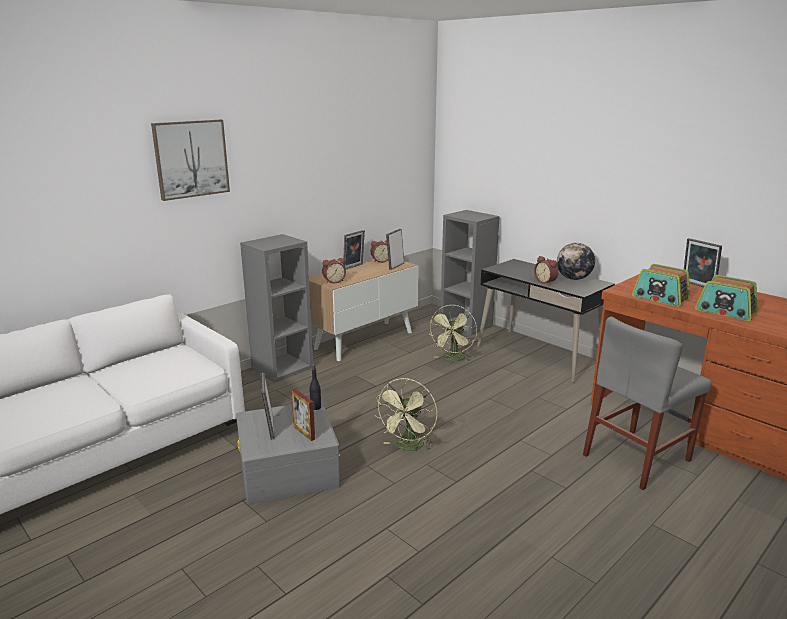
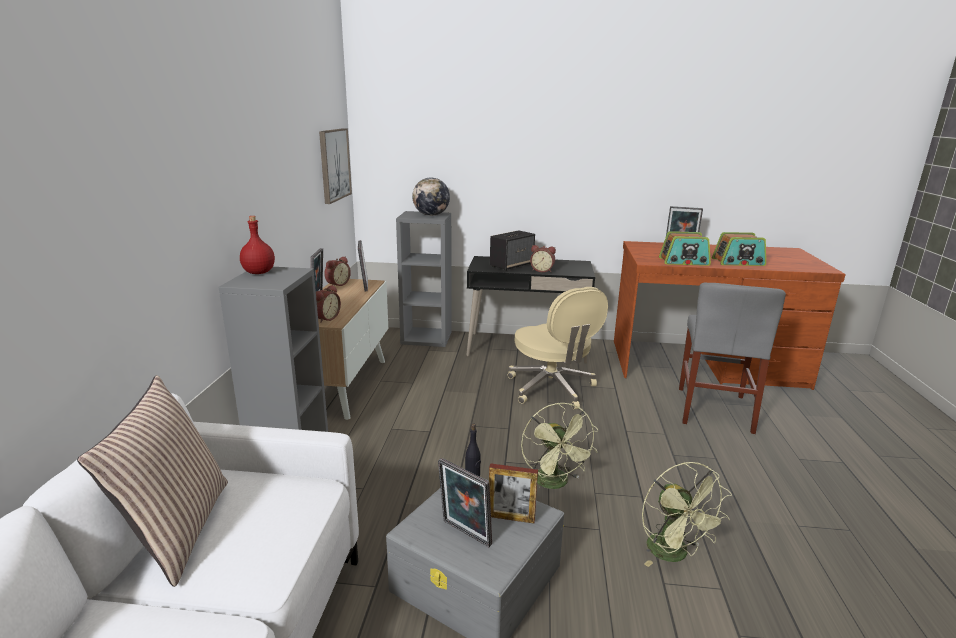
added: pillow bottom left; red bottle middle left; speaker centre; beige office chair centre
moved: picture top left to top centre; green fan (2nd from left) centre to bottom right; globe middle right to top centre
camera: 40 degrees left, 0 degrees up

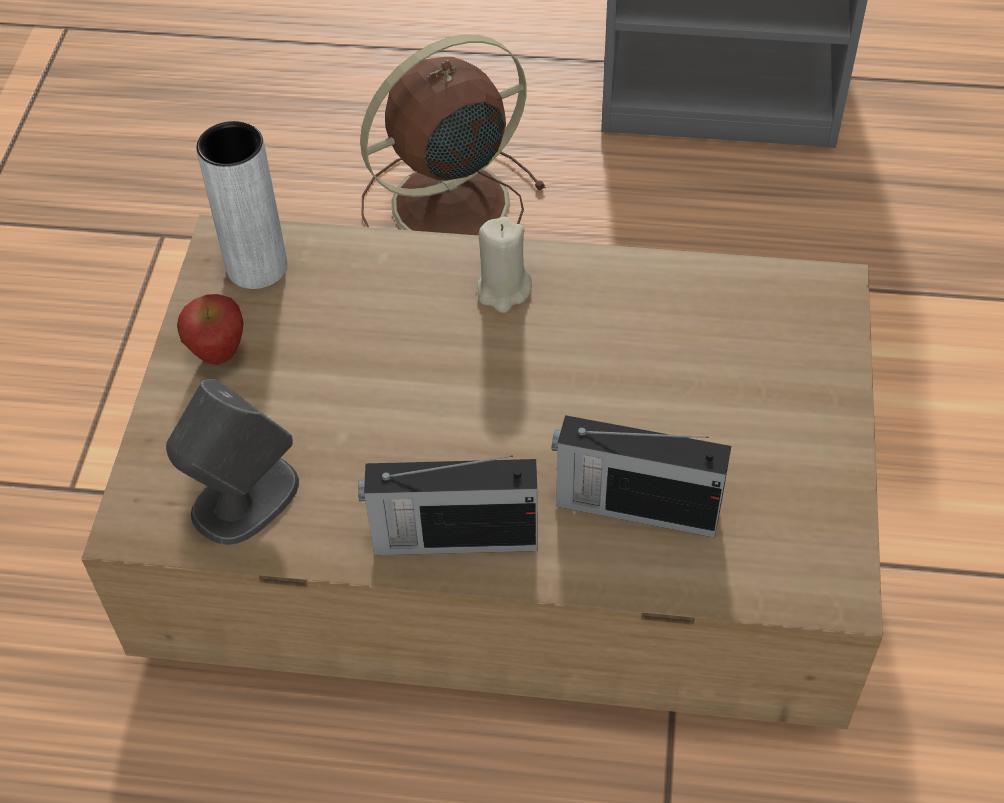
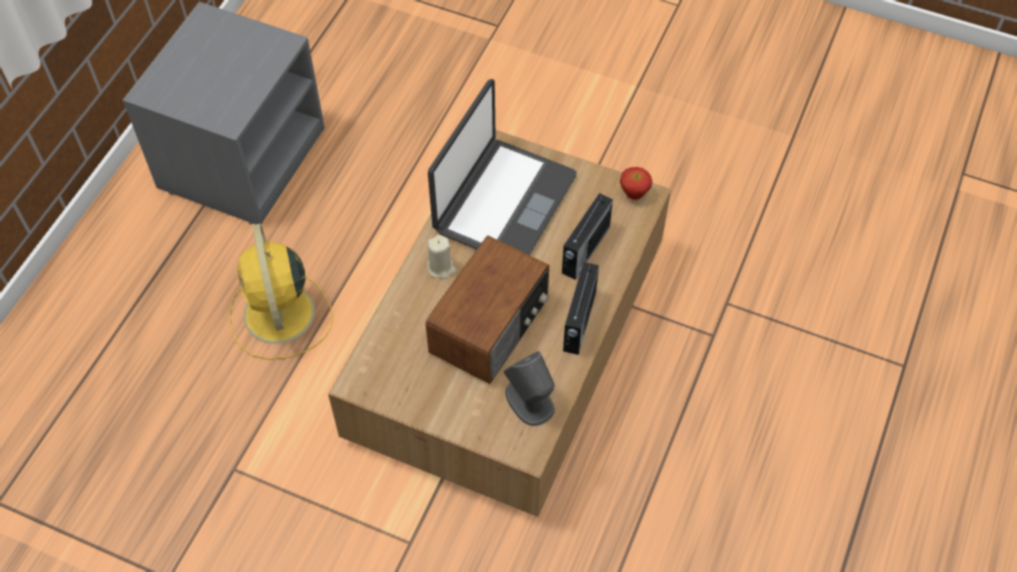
removed: grey vase top left
added: radio (1st from left) centre; laptop top centre
moved: apple middle left to top centre
recoloured: brown fan top centre to yellow fan middle left
camera: 75 degrees left, 5 degrees up

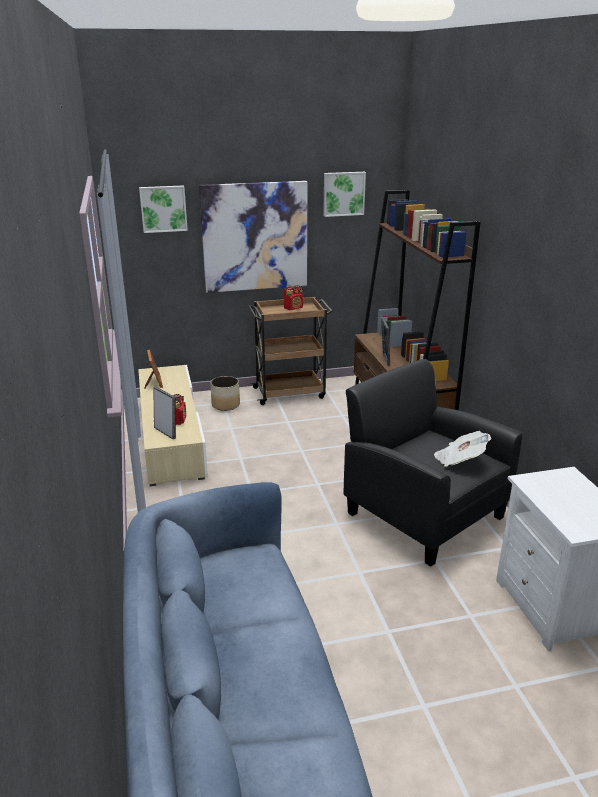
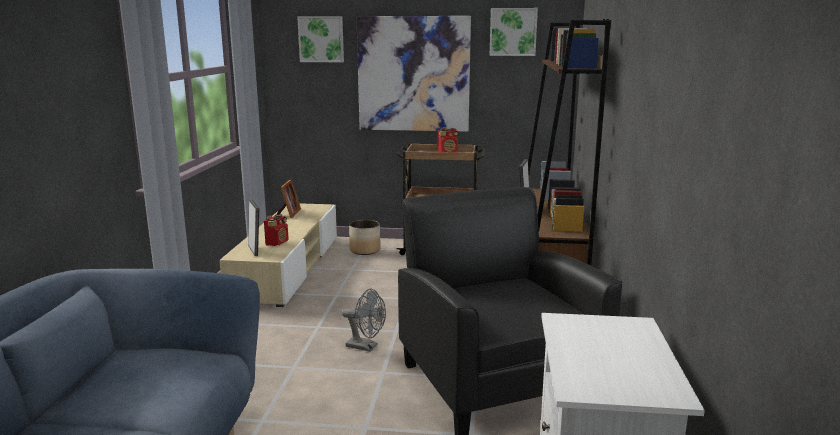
removed: newspaper middle right
added: grey fan bottom centre
camera: 20 degrees right, 10 degrees down

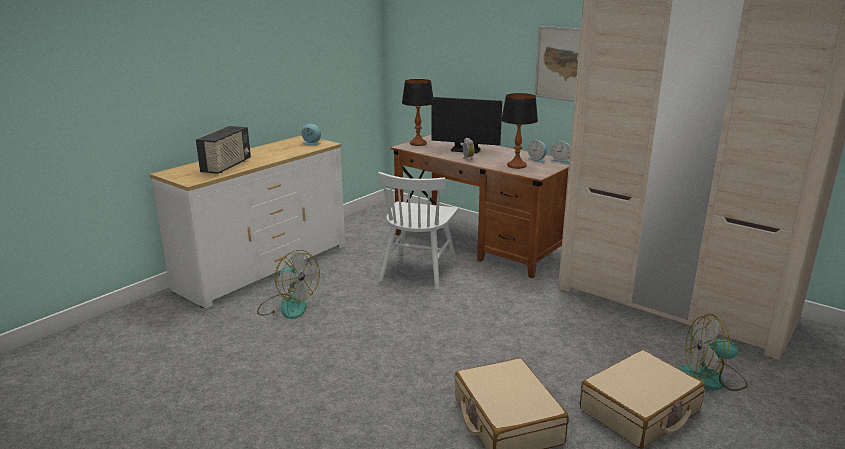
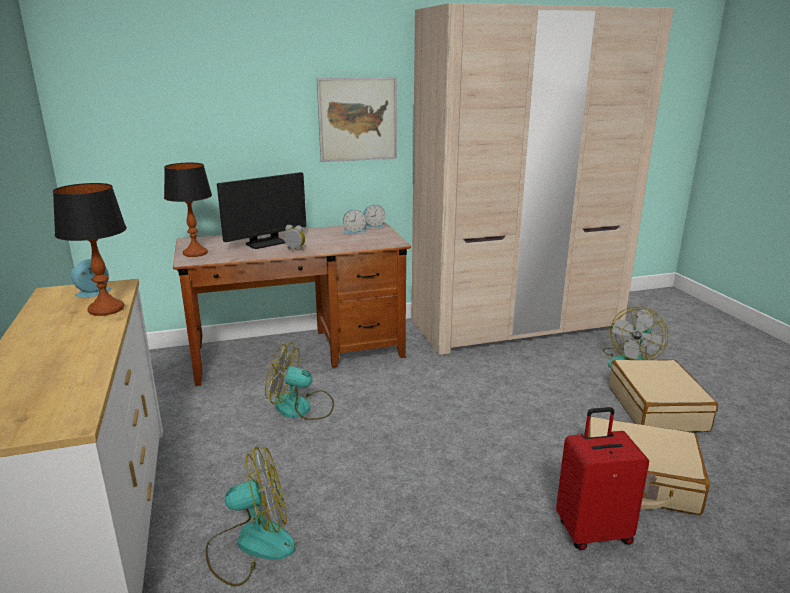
removed: radio middle left
added: red suitcase bottom right
moved: table lamp (2nd from left in the first image) top centre to table lamp (1st from left) middle left
replaced: white chair centre to fan (2nd from left) centre
camera: 55 degrees left, 0 degrees up

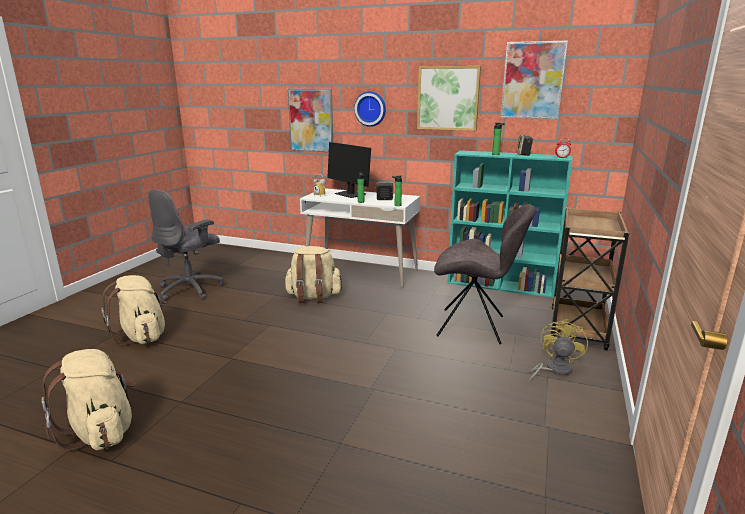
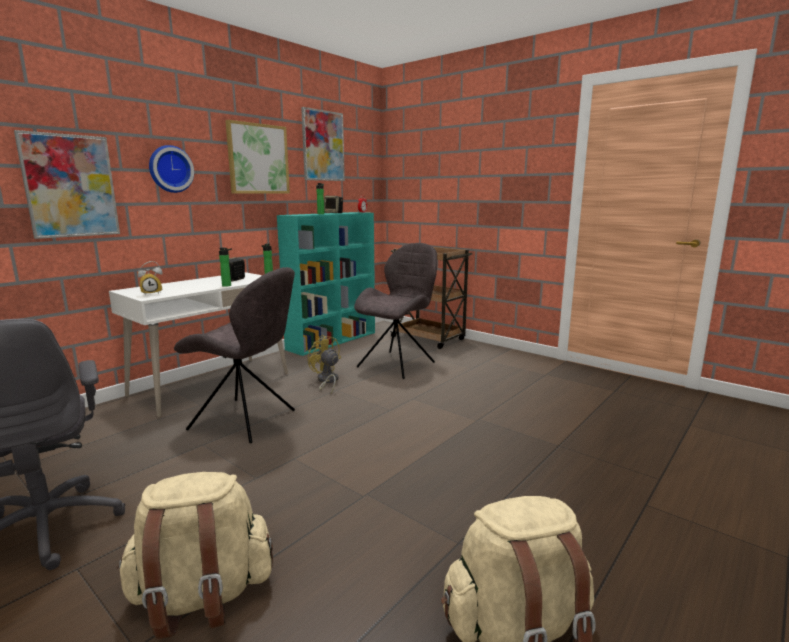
removed: monitor top centre
moved: yellow fan bottom right to centre
replaced: beige backpack (3rd from left) centre to grey chair (1st from left) middle left
camera: 70 degrees left, 5 degrees down

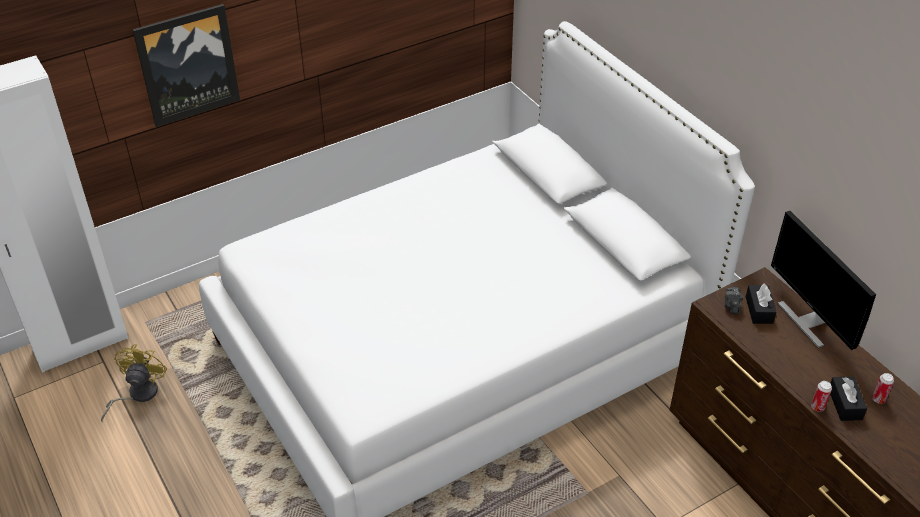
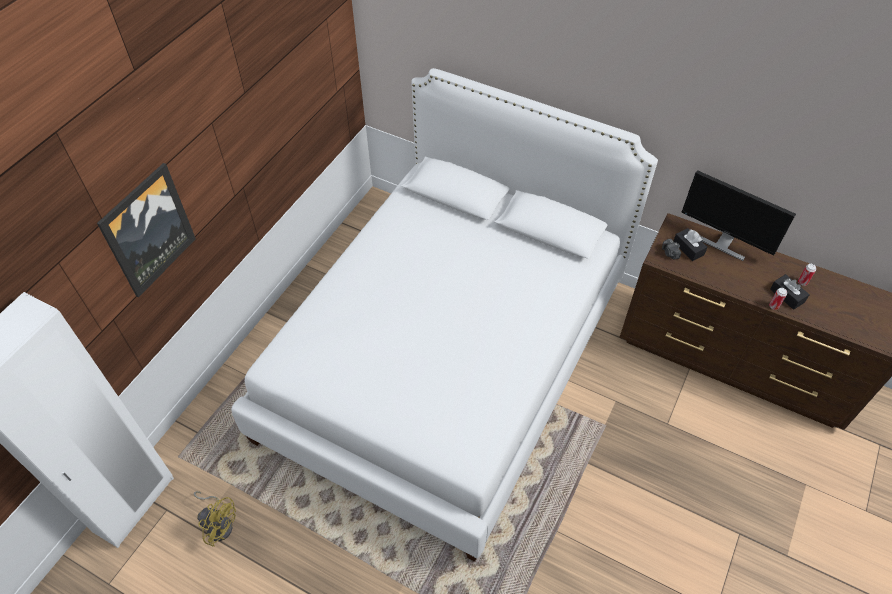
turned: yellow fan bottom left = bottom left 135 degrees clockwise
camera: 30 degrees left, 10 degrees up

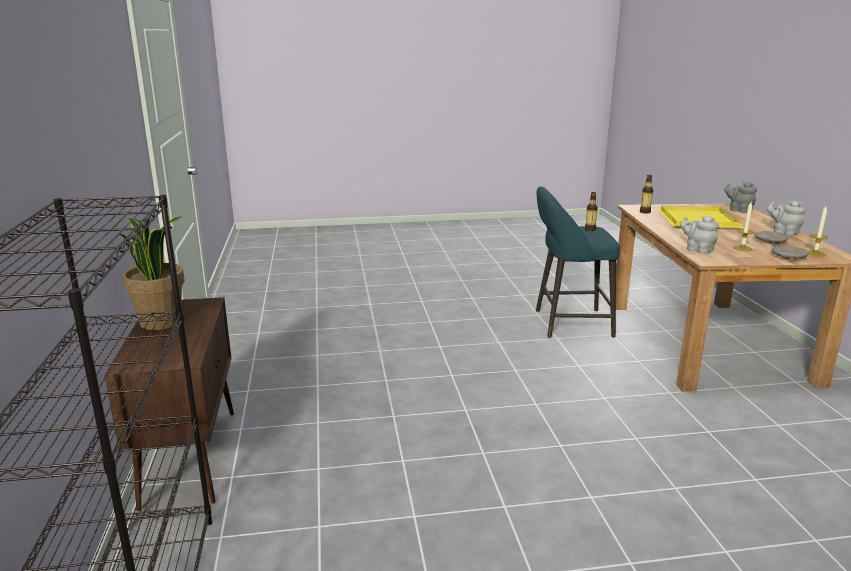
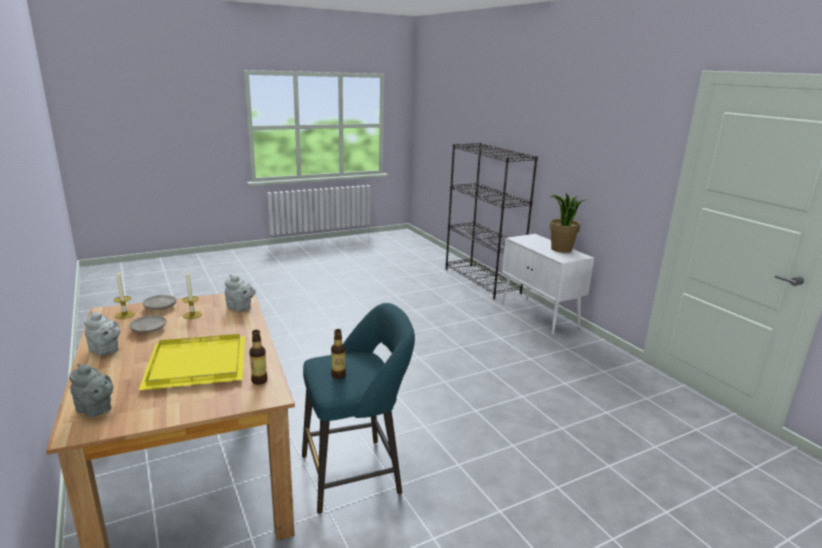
recoloured: brown cabinet bottom left to white cabinet centre
camera: 160 degrees right, 0 degrees up

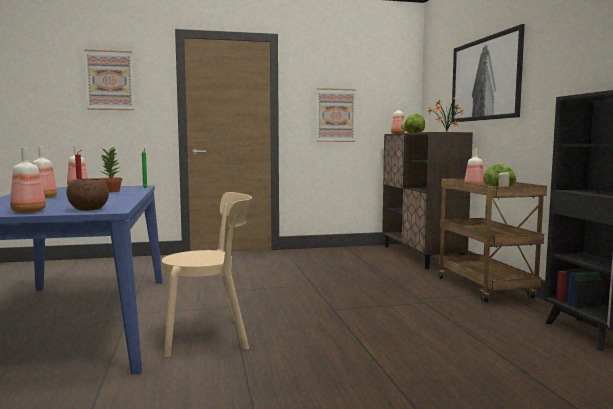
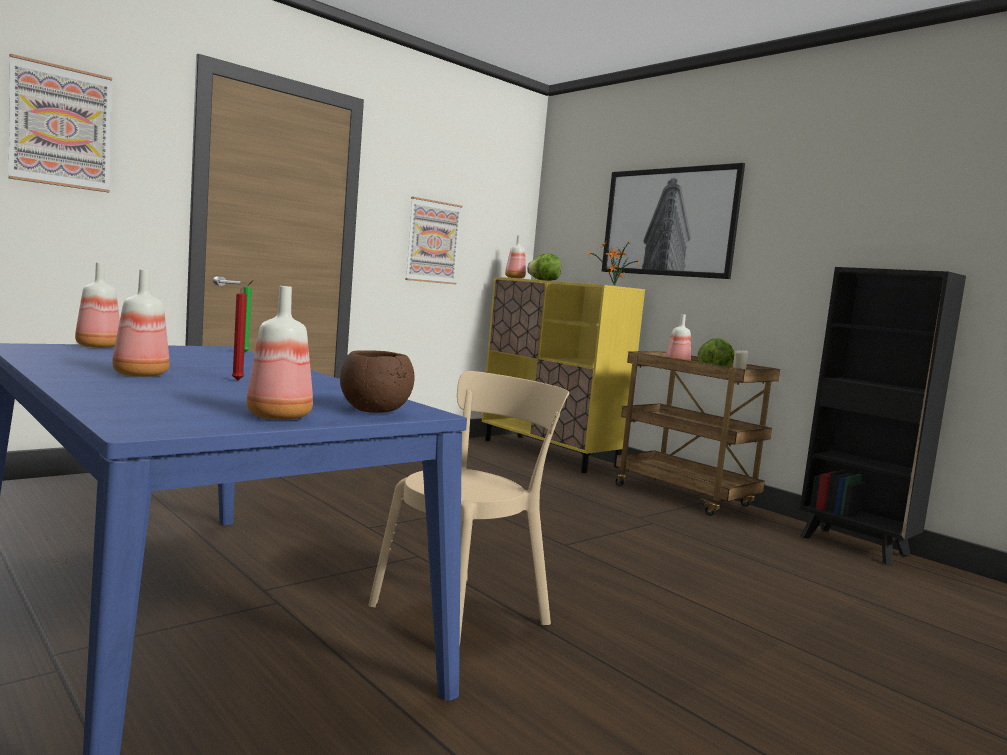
removed: potted plant (1st from left) middle left
recoloured: brown cabinet middle right to yellow cabinet centre
camera: 30 degrees left, 0 degrees up

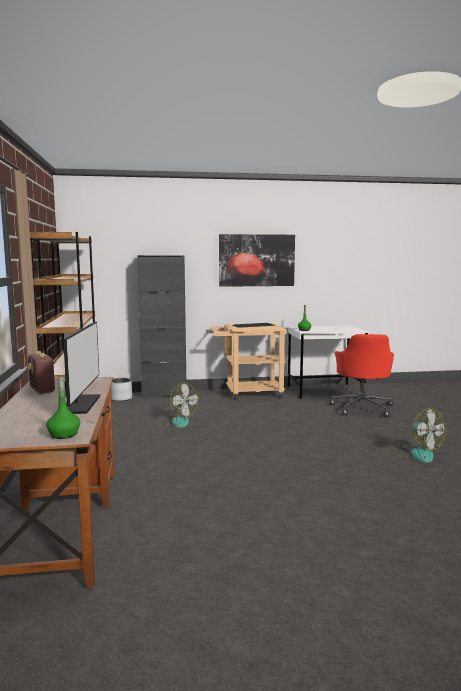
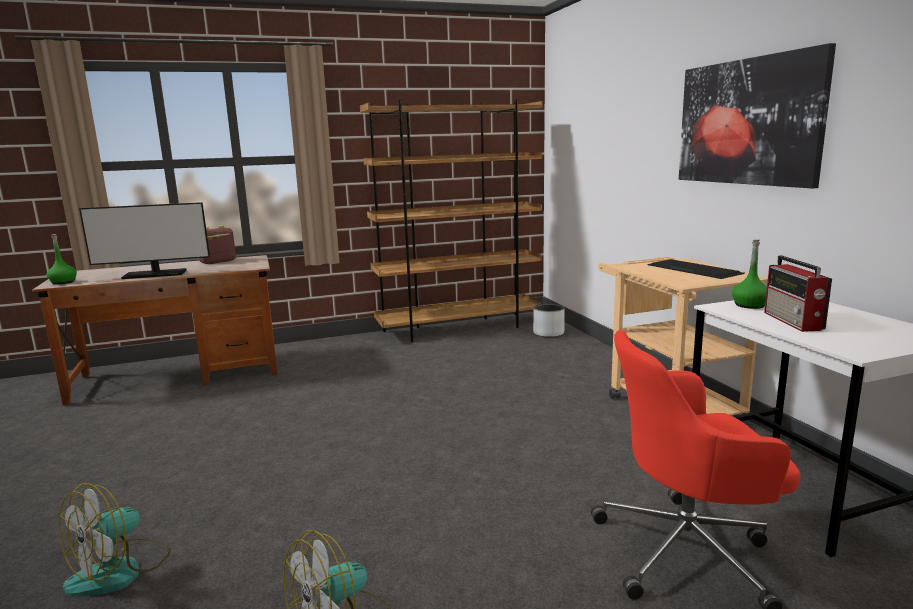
removed: black cabinet centre
added: radio (2nd from left) middle right
moved: fan (1st from left) centre to bottom left
camera: 80 degrees right, 5 degrees up

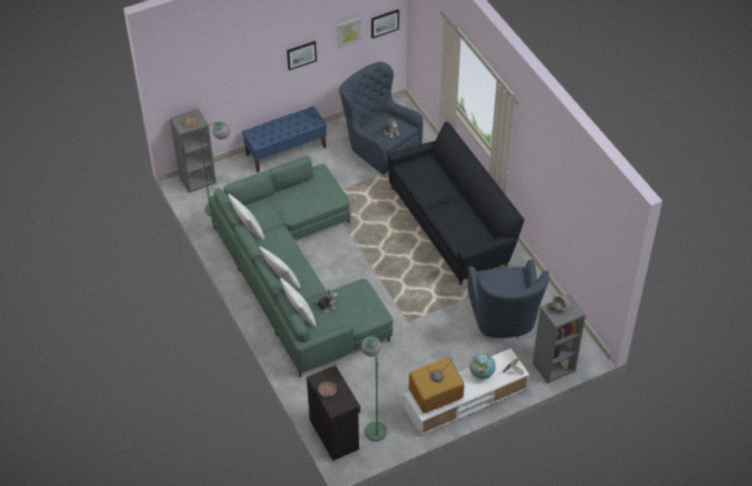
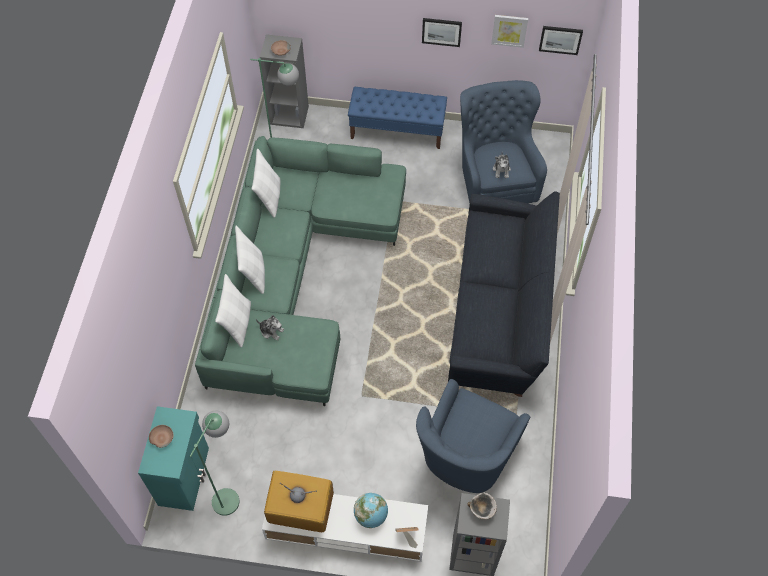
recoloured: black cabinet bottom centre to turquoise cabinet bottom left
camera: 35 degrees right, 10 degrees up

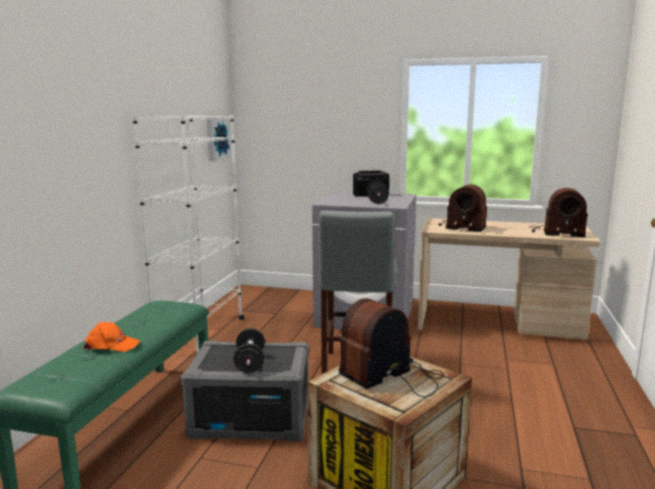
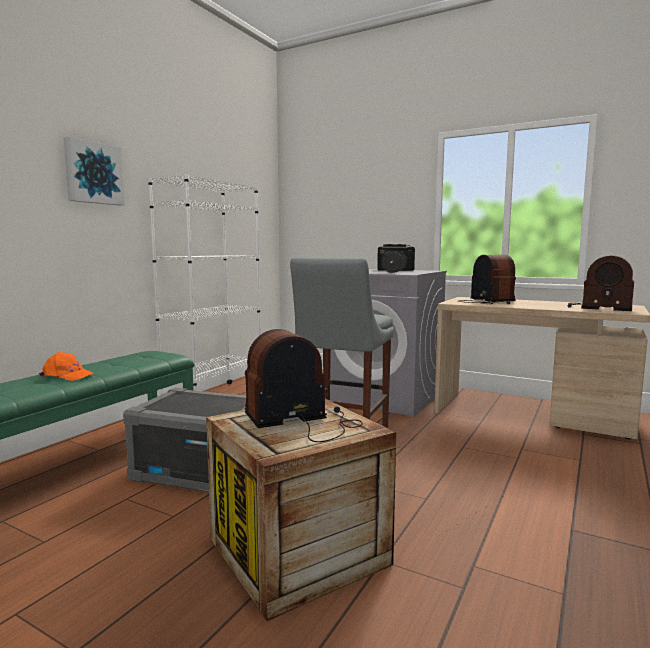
removed: black dumbbell (1st from left) bottom centre
moved: picture top centre to top left
turned: radio (3rd from left) middle right = middle right 150 degrees counterclockwise
camera: 15 degrees right, 5 degrees down

